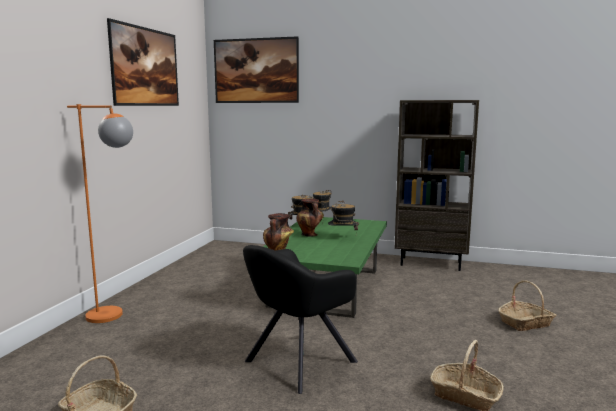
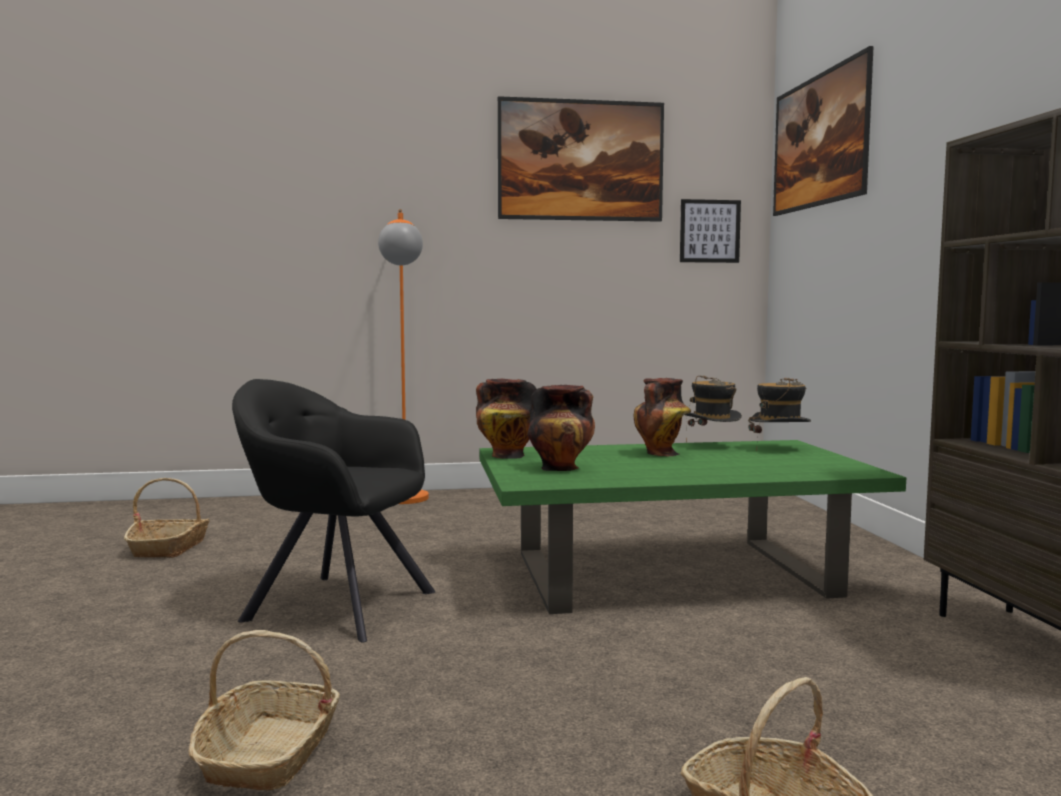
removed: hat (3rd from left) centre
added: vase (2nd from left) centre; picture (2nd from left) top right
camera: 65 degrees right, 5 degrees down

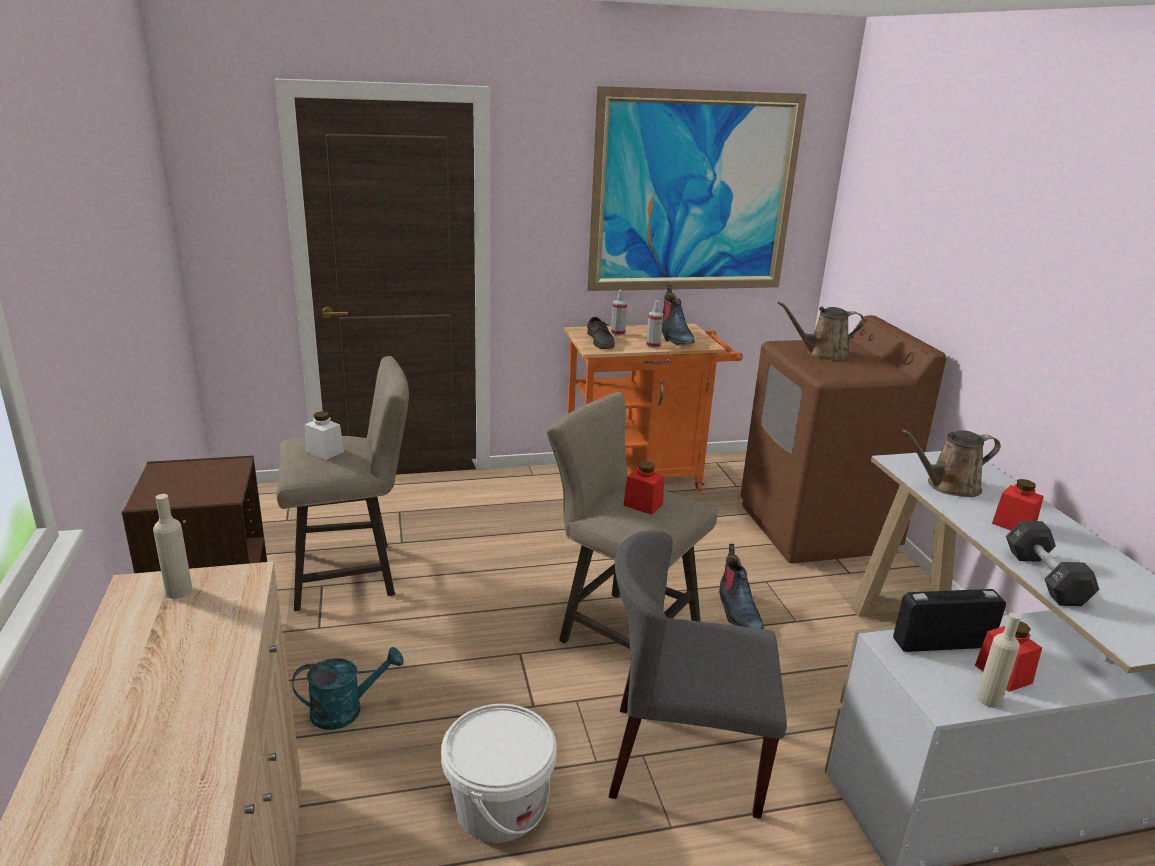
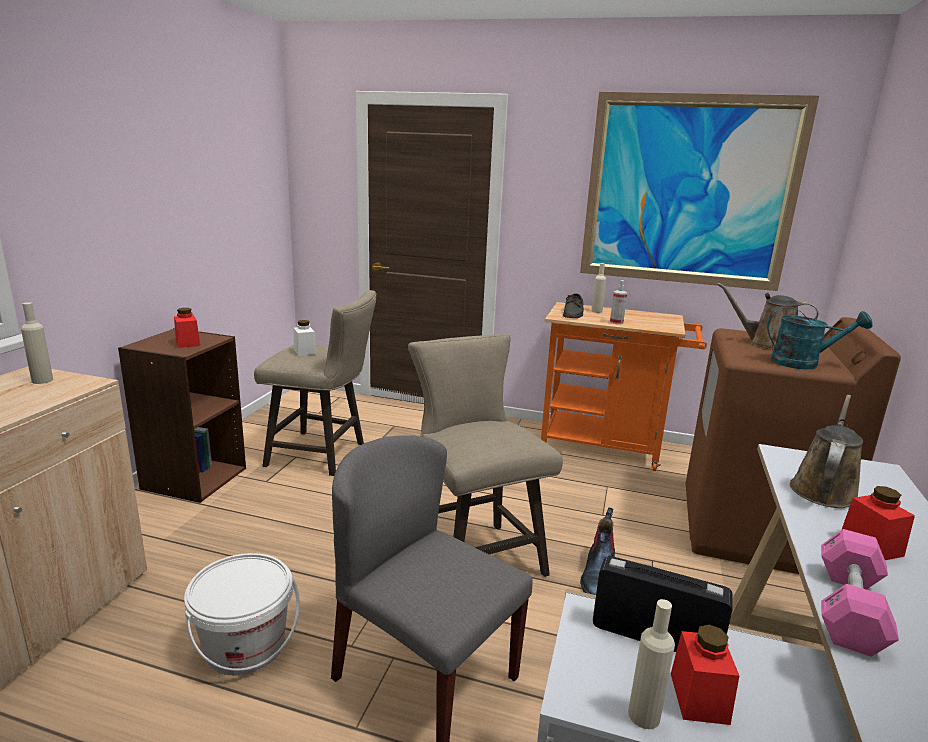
removed: boot (1st from left) centre
moved: turquoise watering can bottom left to middle right; red jar (1st from left) centre to middle left
replaced: spray bottle (1st from left) centre to beige bottle (2nd from left) centre
recoloured: black dumbbell middle right to pink dumbbell bottom right
turned: brown watering can (2nd from left) middle right = middle right 105 degrees clockwise
camera: 30 degrees right, 5 degrees down

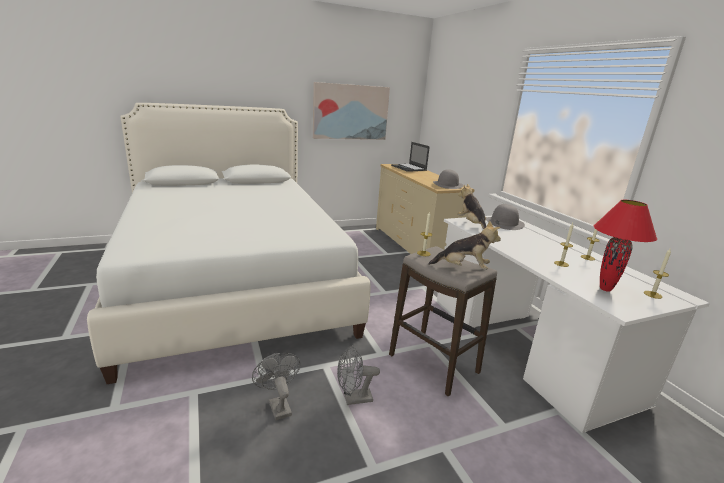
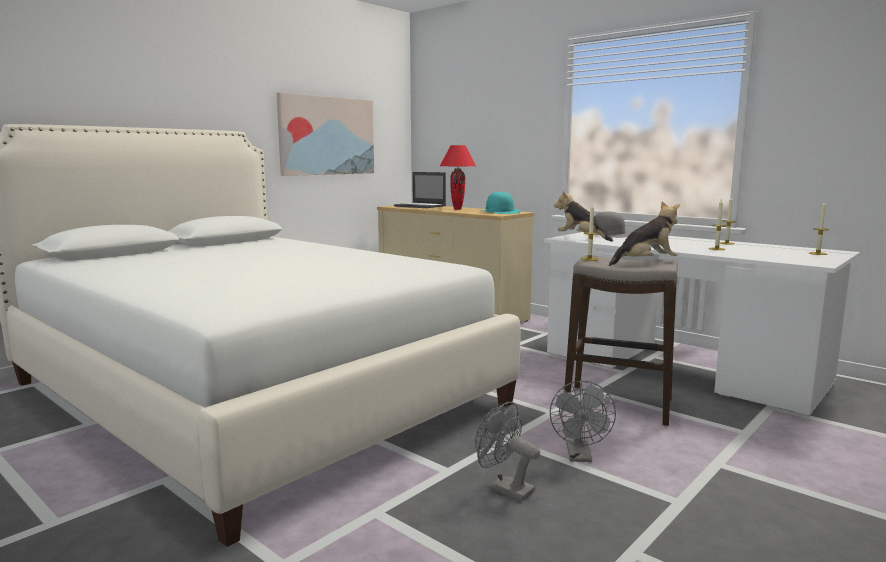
moved: red table lamp middle right to top centre
recoloured: grey hat (1st from left) centre to turquoise hat centre
turned: grey fan (2nd from left) bottom centre = bottom centre 45 degrees counterclockwise
camera: 25 degrees left, 10 degrees down

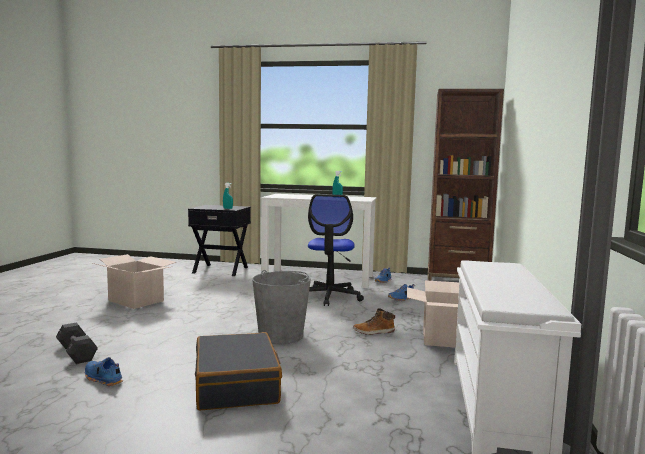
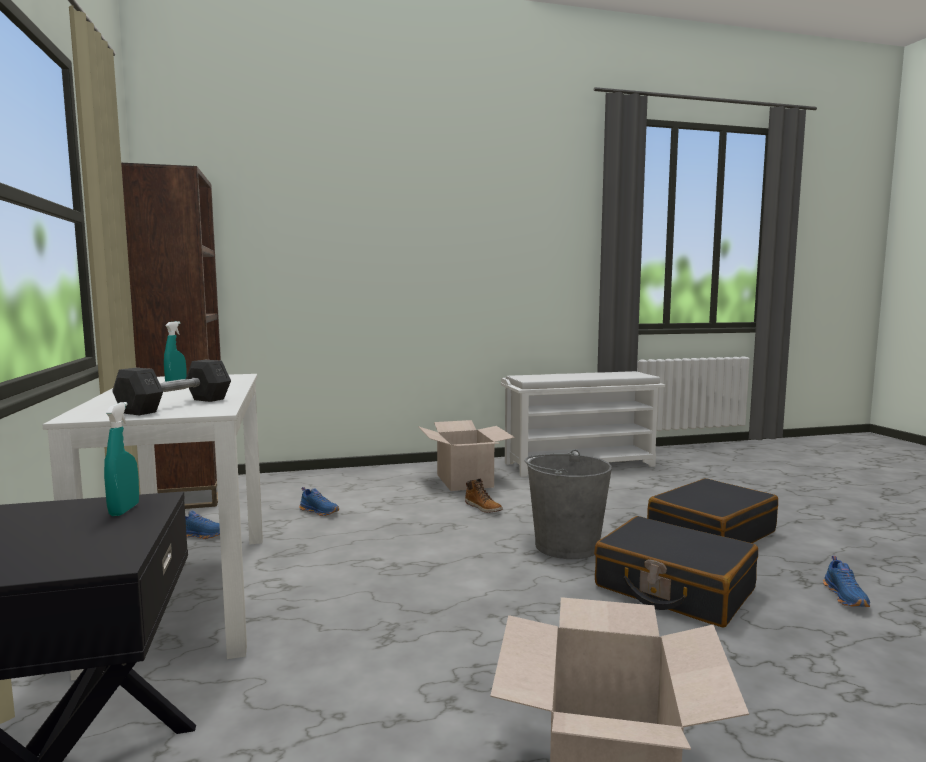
removed: office chair centre
added: black suitcase (1st from left) bottom right
moved: grey dumbbell bottom left to middle left
camera: 115 degrees left, 0 degrees up

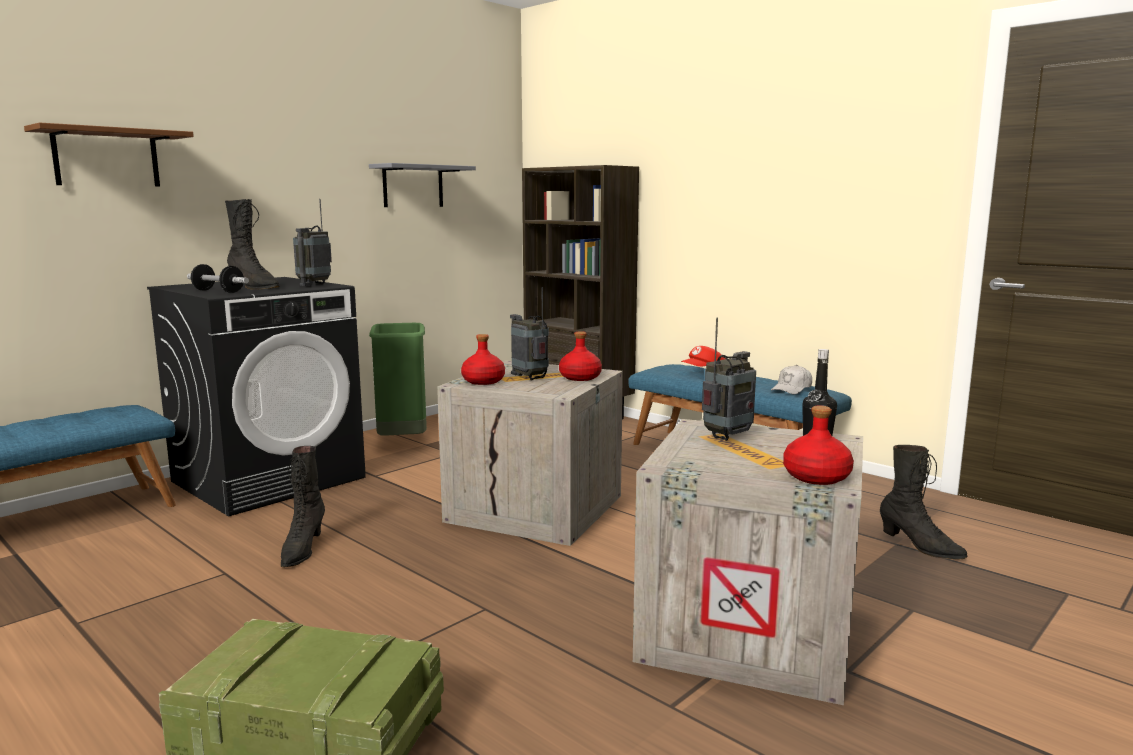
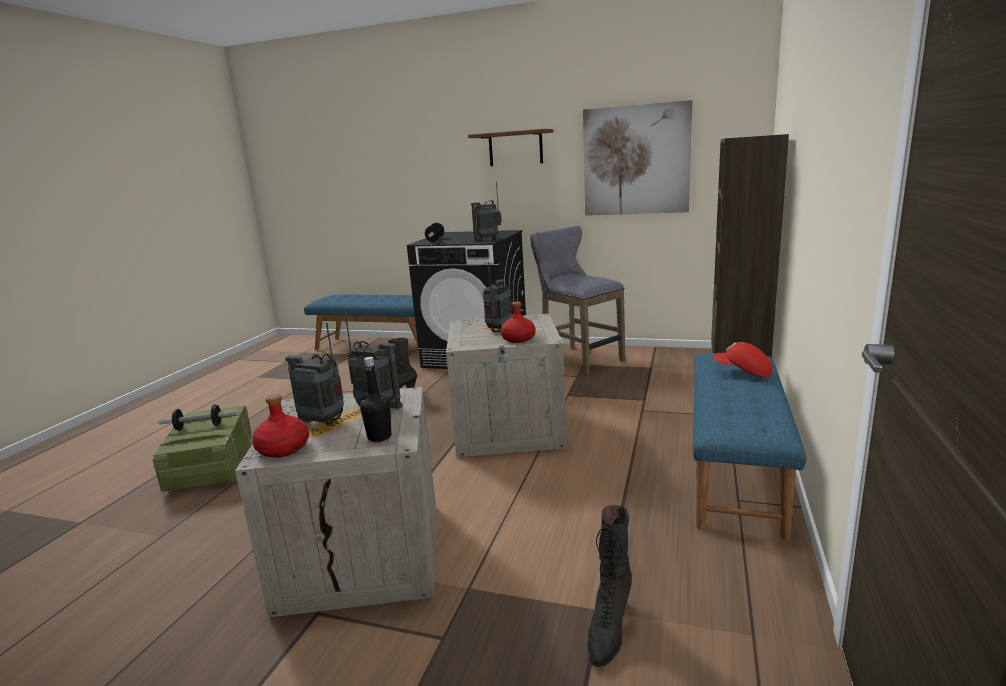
removed: black boot (1st from left) top left; red bottle (1st from left) centre; white cap middle right
added: dumbbell (1st from left) middle left; radio (1st from left) middle left
moved: brown shelf top left to top centre
replaced: grey shelf top centre to picture top centre; green trash can centre to grey stool centre
camera: 65 degrees right, 5 degrees up

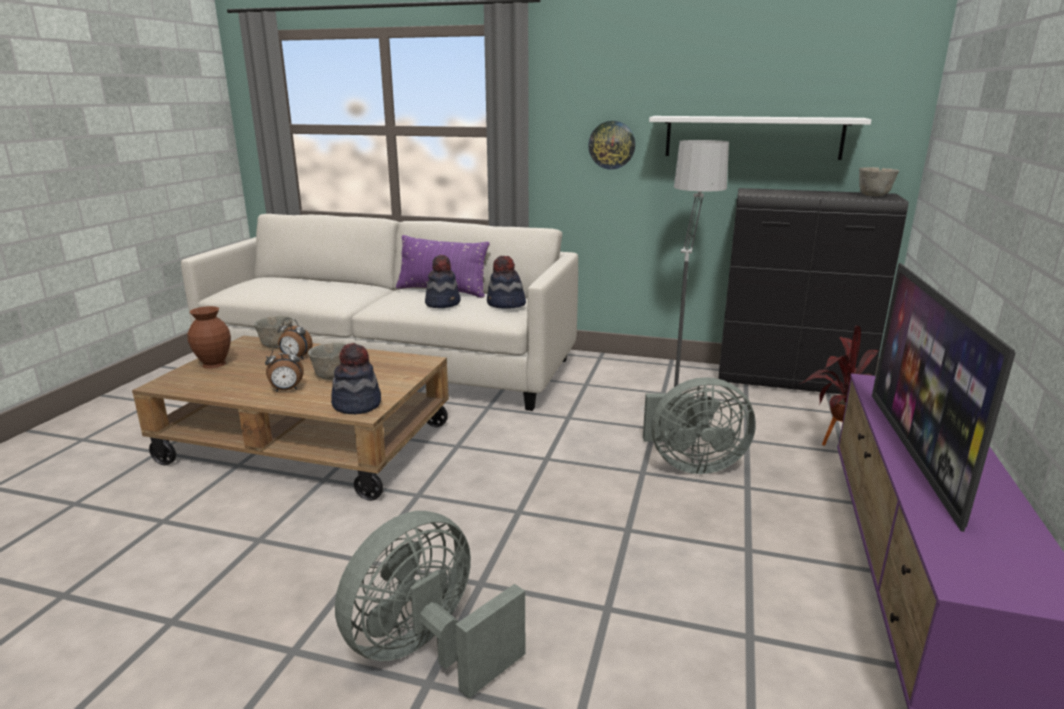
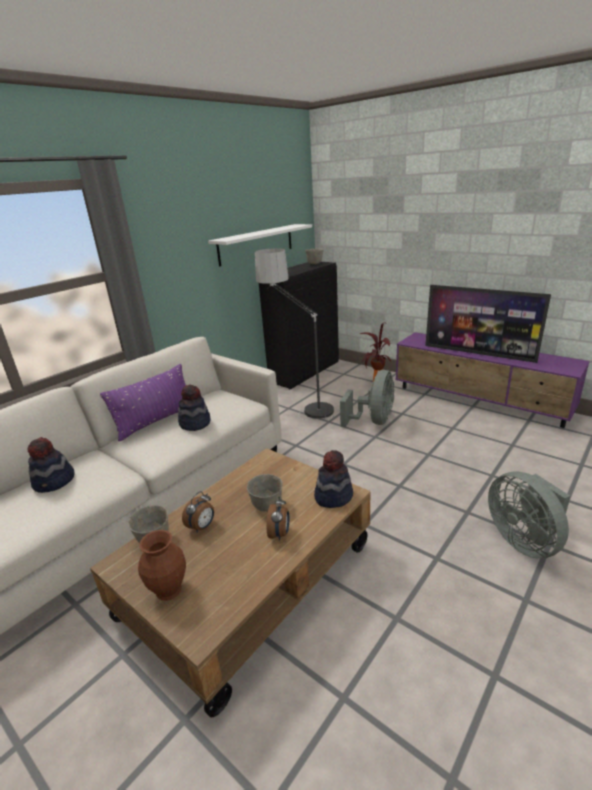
removed: wall clock top centre
moved: hat (3rd from left in the first image) centre to hat (1st from left) middle left
camera: 65 degrees left, 5 degrees up

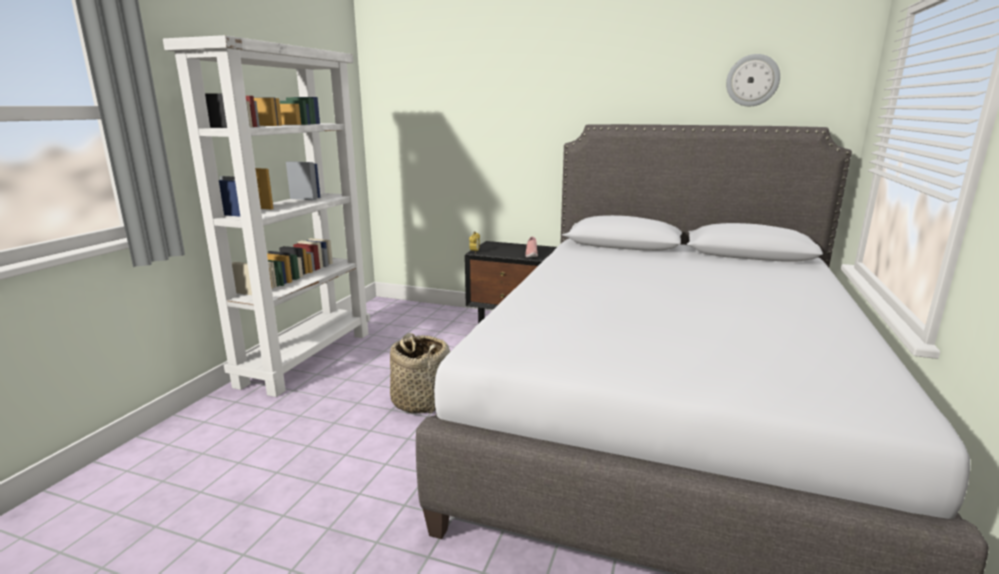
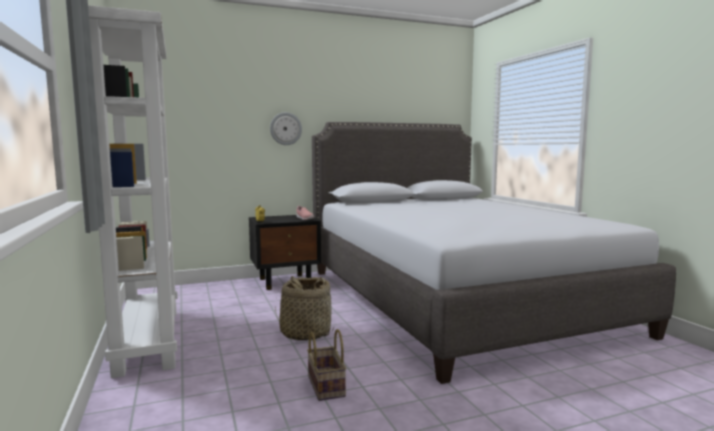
added: basket (2nd from left) bottom centre
moved: wall clock top right to top centre
camera: 40 degrees left, 10 degrees down

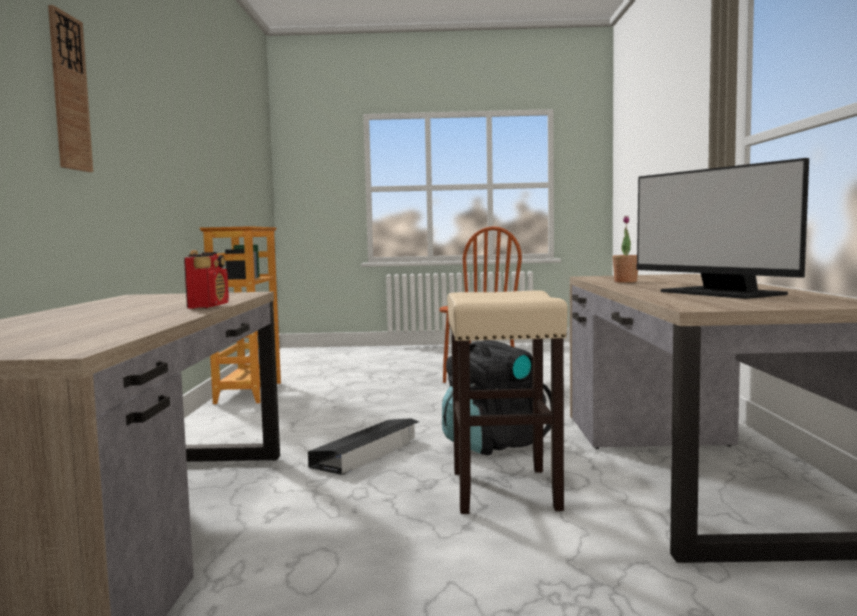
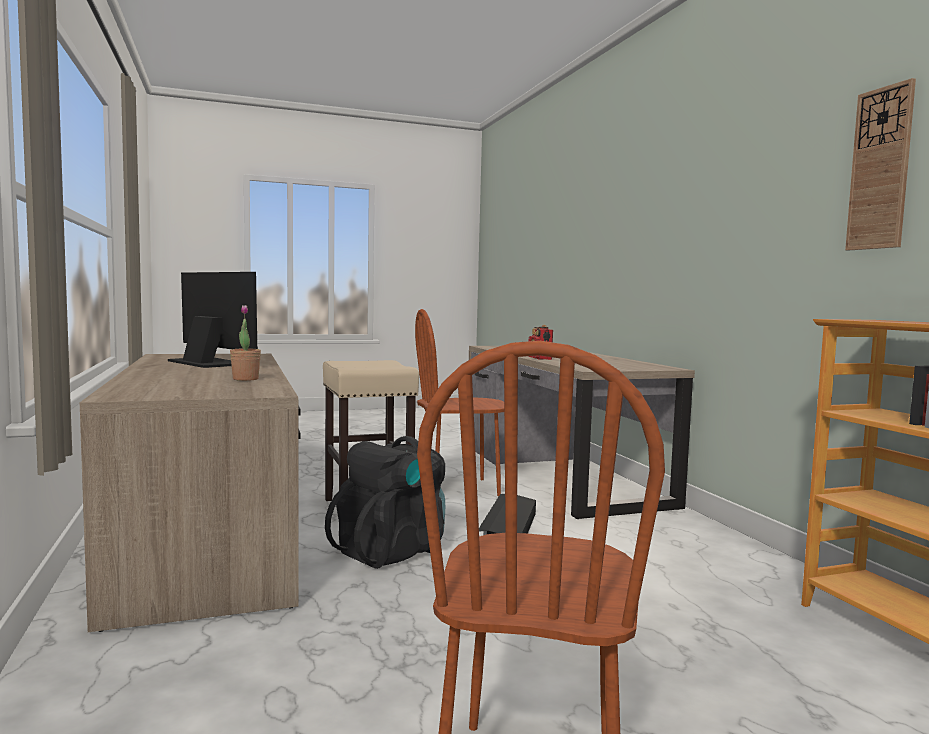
added: brown chair (1st from left) centre
moved: wall clock top left to top right
camera: 160 degrees right, 0 degrees up

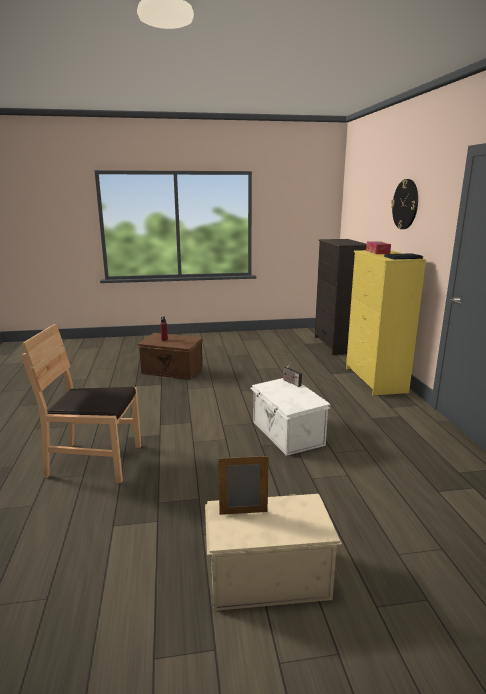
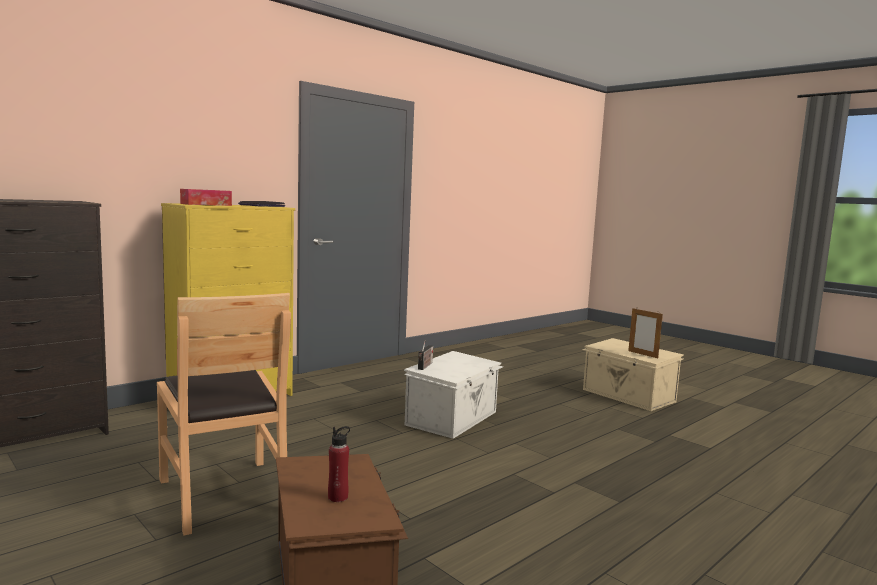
removed: wall clock top right
moved: brown chair middle left to bottom left
camera: 125 degrees left, 10 degrees down

